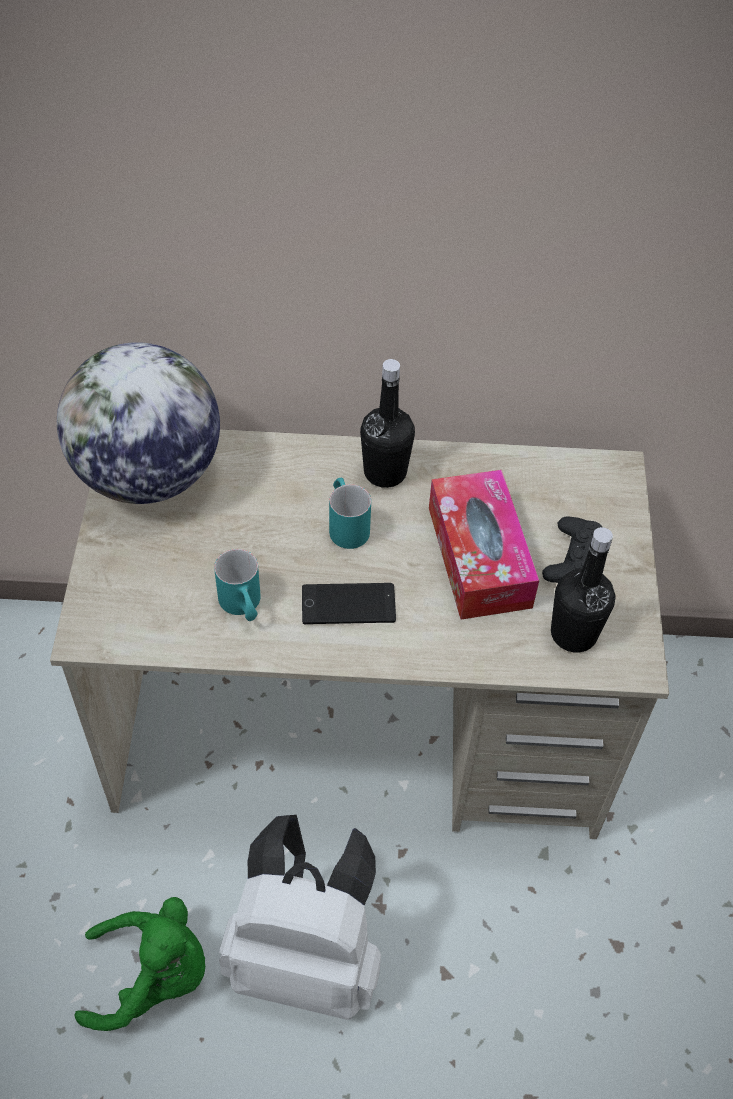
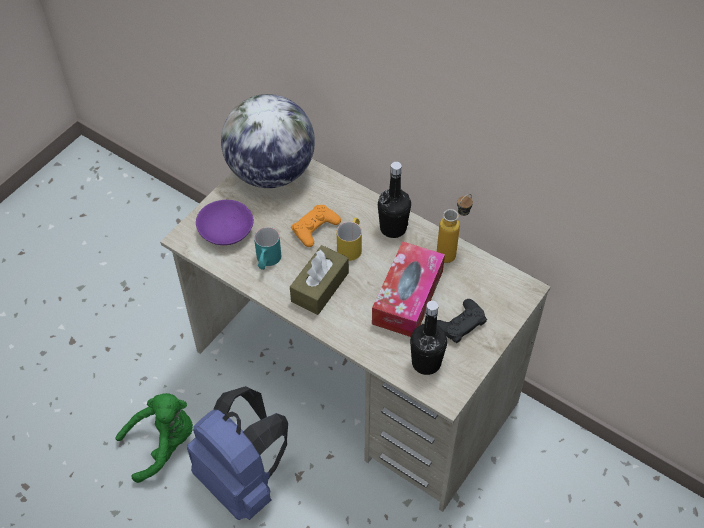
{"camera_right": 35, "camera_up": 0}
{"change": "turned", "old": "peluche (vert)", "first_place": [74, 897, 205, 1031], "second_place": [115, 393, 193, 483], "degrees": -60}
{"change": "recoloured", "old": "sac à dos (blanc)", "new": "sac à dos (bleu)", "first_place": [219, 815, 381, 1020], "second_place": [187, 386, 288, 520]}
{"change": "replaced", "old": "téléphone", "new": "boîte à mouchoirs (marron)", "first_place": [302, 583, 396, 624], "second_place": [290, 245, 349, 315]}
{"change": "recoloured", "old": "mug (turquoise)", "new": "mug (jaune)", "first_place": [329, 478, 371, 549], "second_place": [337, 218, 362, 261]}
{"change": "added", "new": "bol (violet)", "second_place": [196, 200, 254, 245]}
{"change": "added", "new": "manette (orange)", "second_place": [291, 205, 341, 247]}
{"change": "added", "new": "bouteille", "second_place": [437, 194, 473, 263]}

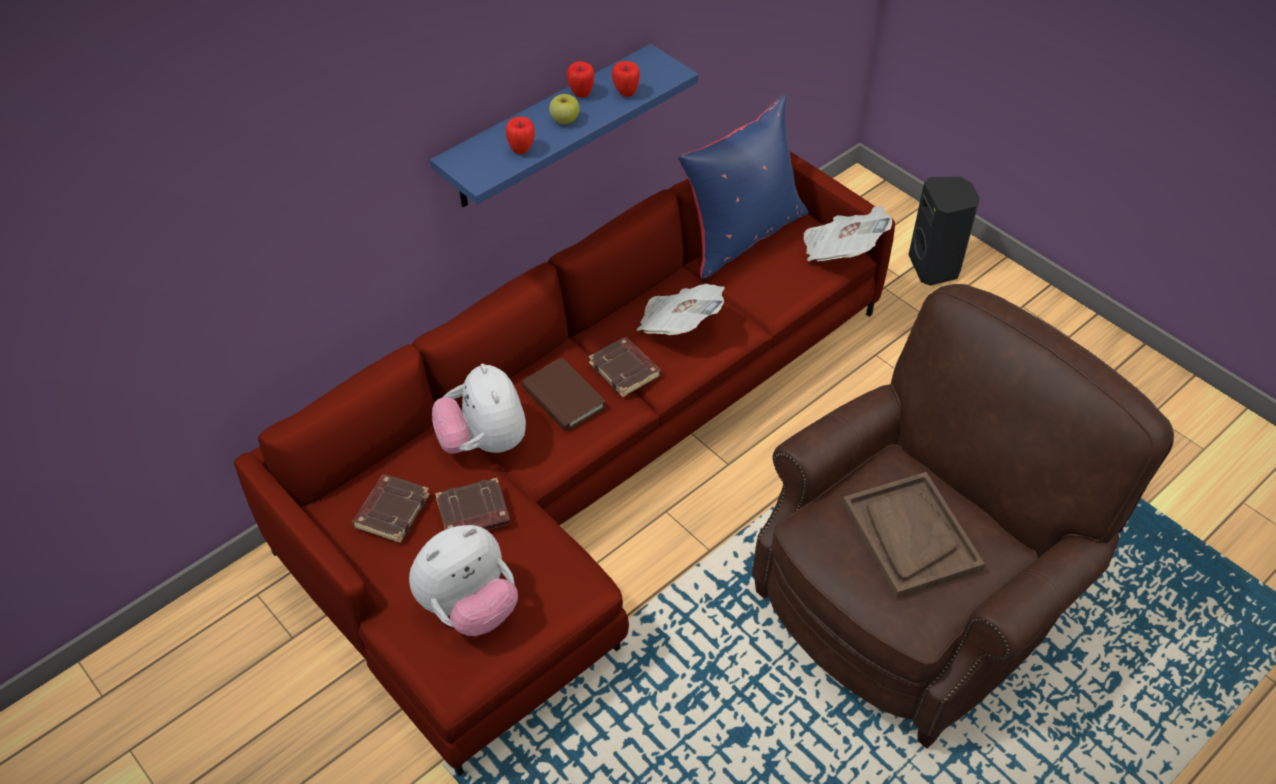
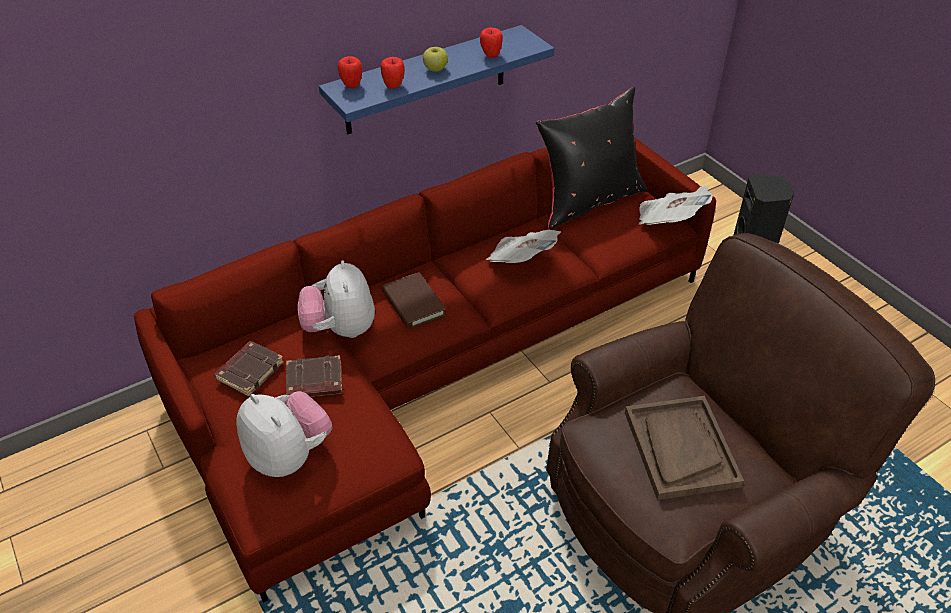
{"camera_right": 10, "camera_up": -5}
{"change": "turned", "old": "peluche", "first_place": [409, 525, 518, 636], "second_place": [236, 391, 333, 477], "degrees": -105}
{"change": "moved", "old": "pomme", "first_place": [567, 61, 594, 98], "second_place": [338, 56, 362, 88]}
{"change": "removed", "old": "livre (marron)", "first_place": [588, 337, 661, 397]}
{"change": "recoloured", "old": "coussin (bleu)", "new": "coussin (noir)", "first_place": [677, 95, 808, 279], "second_place": [536, 87, 647, 229]}

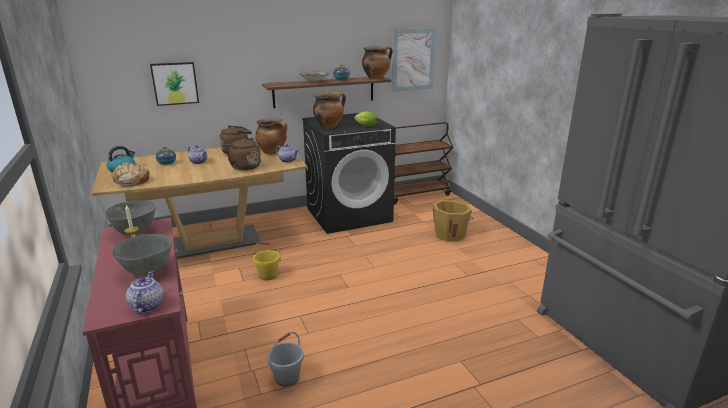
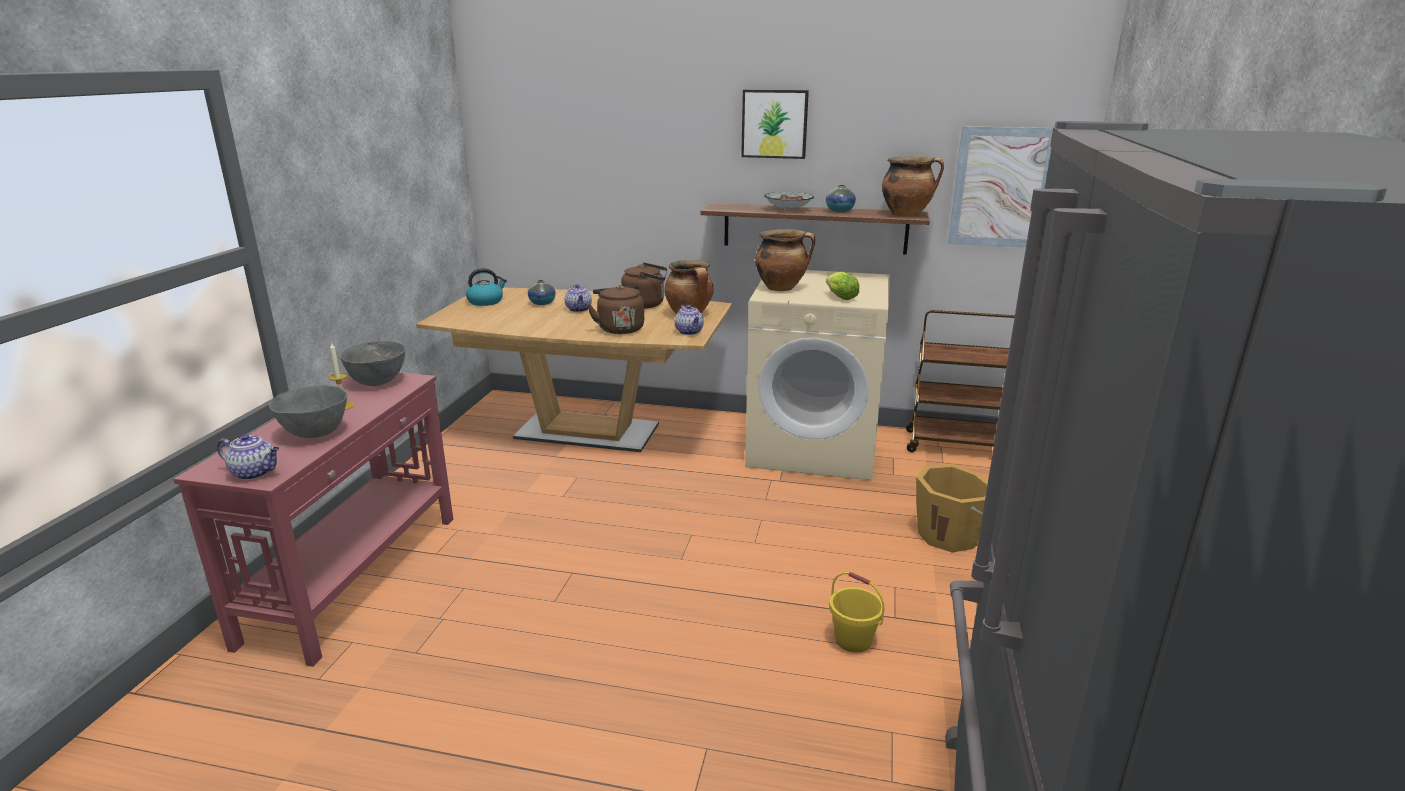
{"camera_right": 35, "camera_up": 0}
{"change": "removed", "old": "pain", "first_place": [112, 163, 150, 187]}
{"change": "turned", "old": "théière", "first_place": [126, 271, 164, 314], "second_place": [217, 434, 279, 480], "degrees": 75}
{"change": "moved", "old": "tableau", "first_place": [150, 62, 199, 106], "second_place": [741, 90, 809, 159]}
{"change": "moved", "old": "seau (jaune)", "first_place": [252, 242, 281, 280], "second_place": [829, 572, 885, 652]}
{"change": "removed", "old": "seau (gris)", "first_place": [267, 332, 304, 387]}
{"change": "recoloured", "old": "lave-linge (noir)", "new": "lave-linge (beige)", "first_place": [302, 113, 396, 234], "second_place": [745, 270, 890, 480]}

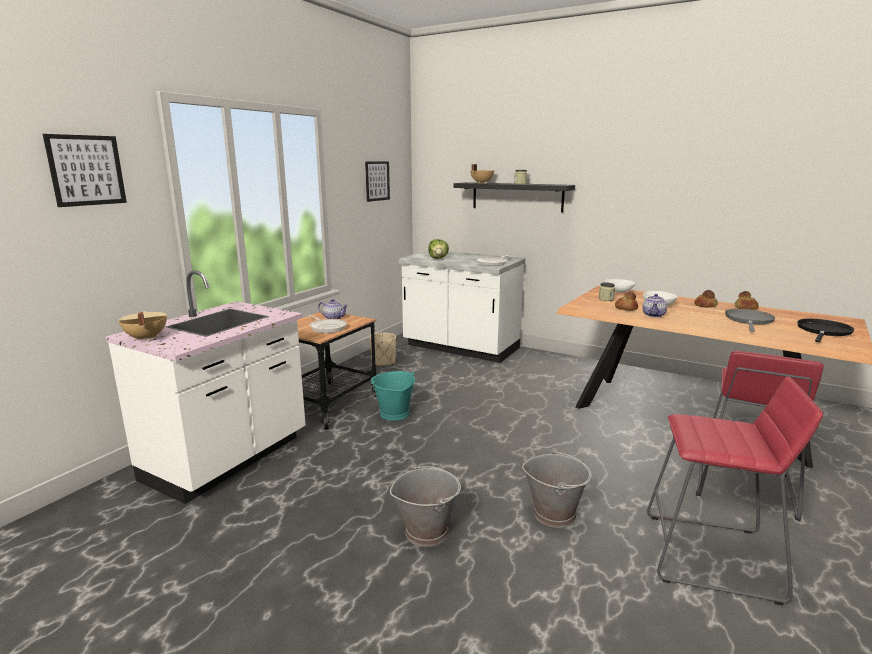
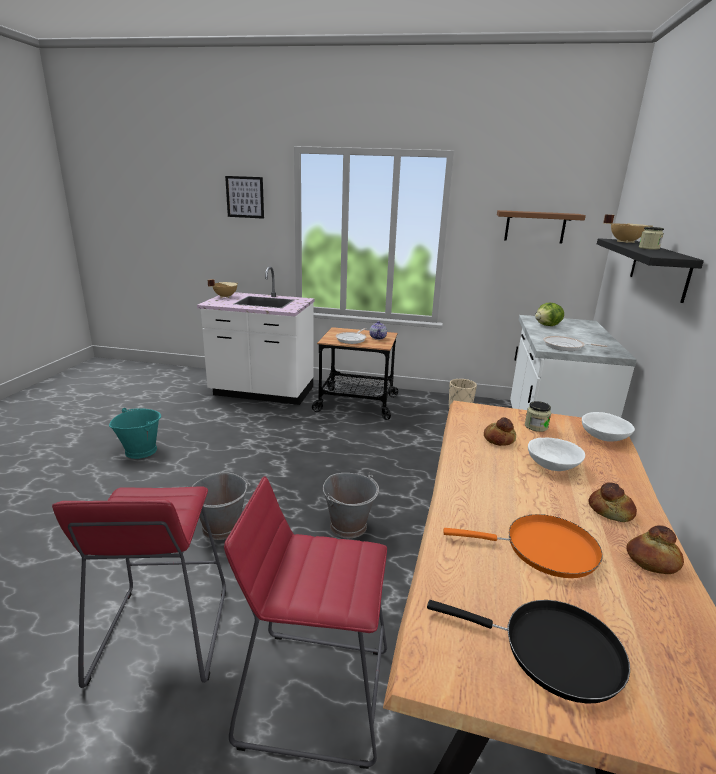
{"camera_right": 70, "camera_up": 5}
{"change": "replaced", "old": "tableau", "new": "étagère (marron)", "first_place": [365, 161, 390, 202], "second_place": [497, 210, 586, 244]}
{"change": "moved", "old": "seau (turquoise)", "first_place": [371, 371, 415, 420], "second_place": [109, 408, 161, 459]}
{"change": "moved", "old": "seau (gris)", "first_place": [390, 463, 461, 547], "second_place": [323, 473, 379, 538]}
{"change": "removed", "old": "théière", "first_place": [642, 294, 667, 317]}
{"change": "recoloured", "old": "poêle (gris)", "new": "poêle (orange)", "first_place": [725, 309, 775, 332], "second_place": [443, 514, 603, 578]}

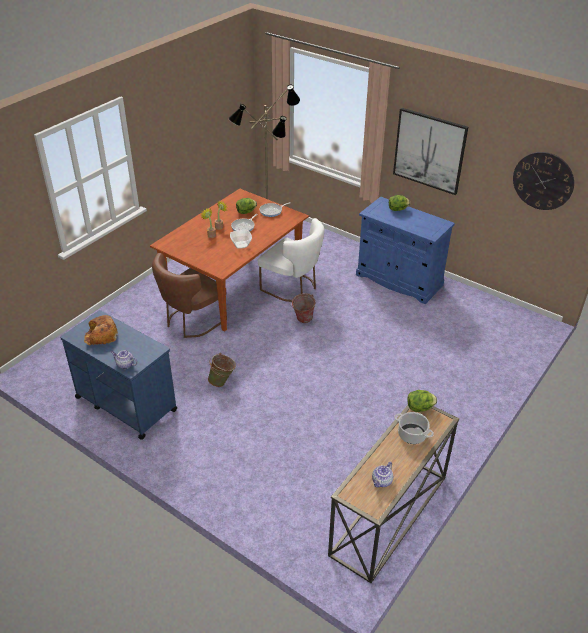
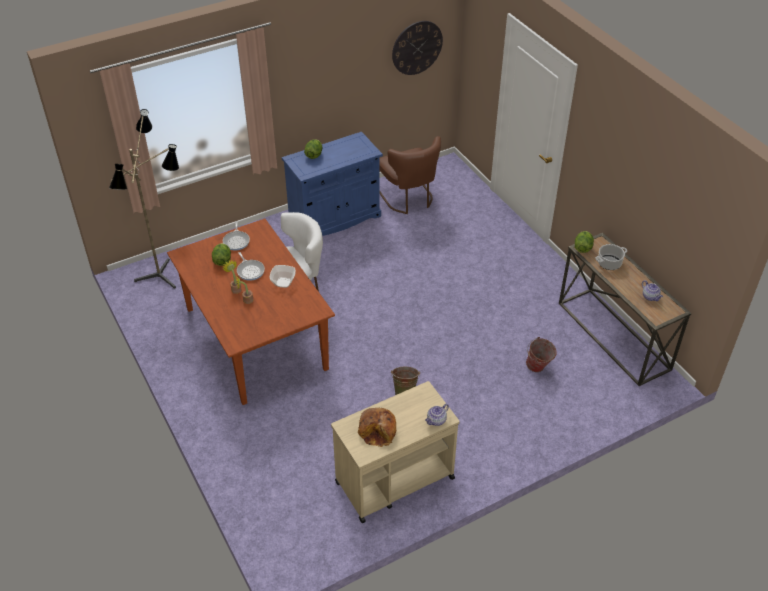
{"camera_right": -65, "camera_up": 5}
{"change": "recoloured", "old": "chariot (bleu)", "new": "chariot (beige)", "first_place": [60, 310, 177, 440], "second_place": [331, 381, 459, 523]}
{"change": "moved", "old": "chaise (marron)", "first_place": [152, 253, 227, 338], "second_place": [379, 136, 441, 214]}
{"change": "moved", "old": "seau", "first_place": [291, 293, 315, 323], "second_place": [526, 337, 556, 372]}
{"change": "removed", "old": "tableau", "first_place": [393, 108, 468, 195]}

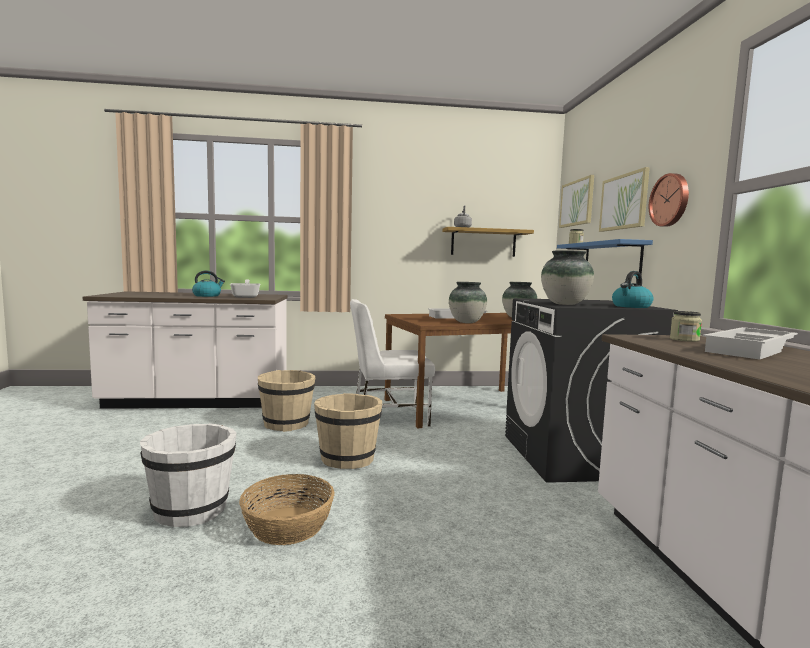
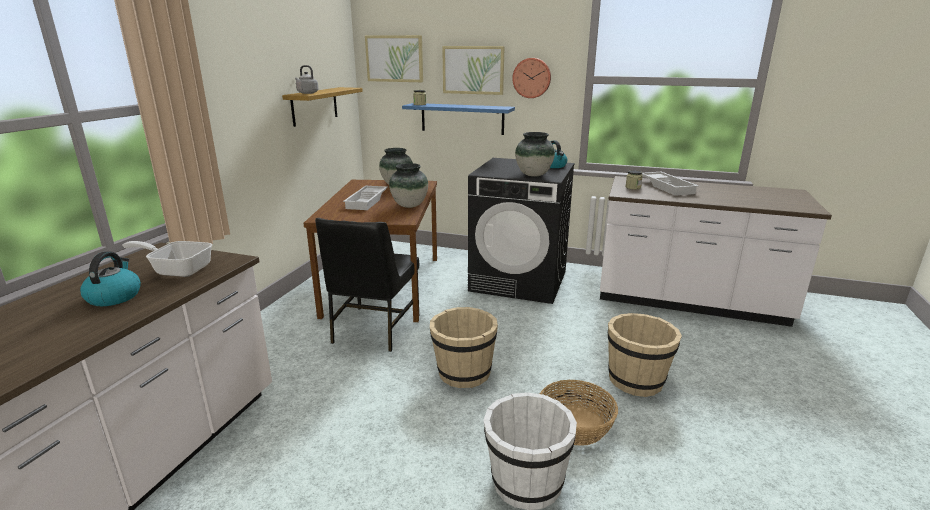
{"camera_right": -65, "camera_up": 15}
{"change": "moved", "old": "seau (beige)", "first_place": [258, 370, 316, 432], "second_place": [607, 313, 682, 397]}
{"change": "recoloured", "old": "chaise (blanc)", "new": "chaise (noir)", "first_place": [350, 299, 435, 427], "second_place": [315, 218, 419, 352]}

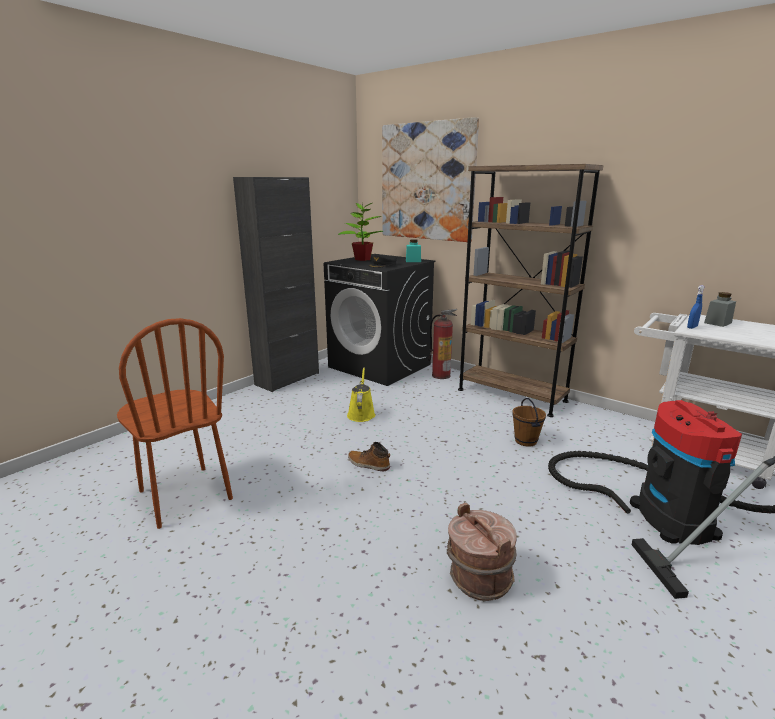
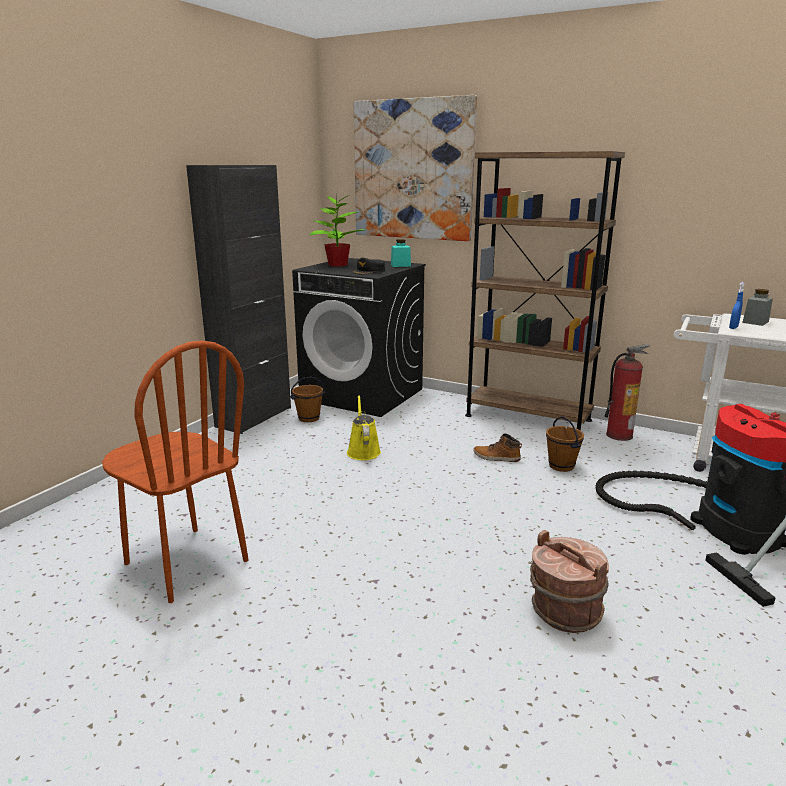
{"camera_right": -10, "camera_up": 0}
{"change": "moved", "old": "botte", "first_place": [348, 442, 390, 471], "second_place": [473, 434, 522, 462]}
{"change": "moved", "old": "extincteur", "first_place": [428, 309, 457, 379], "second_place": [604, 344, 650, 441]}
{"change": "added", "new": "seau (marron)", "second_place": [290, 377, 325, 422]}

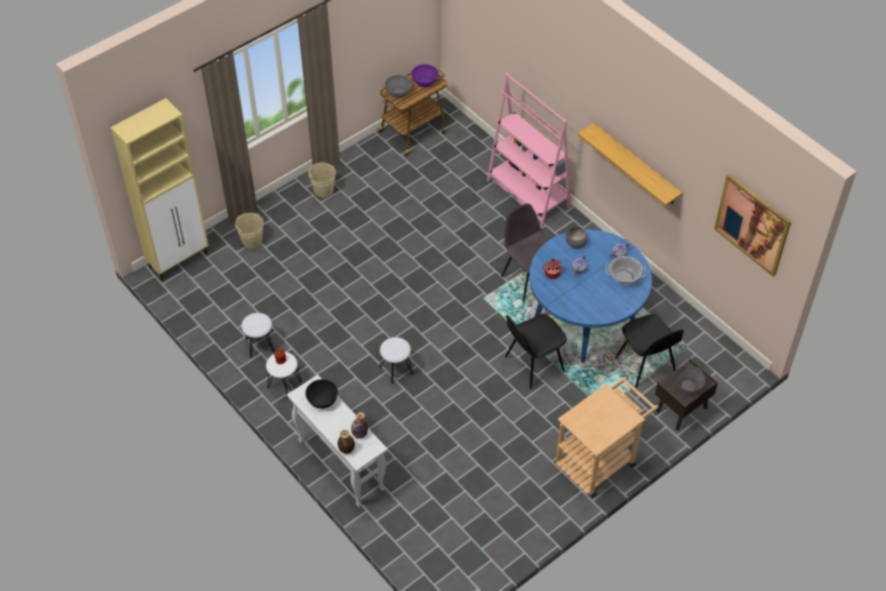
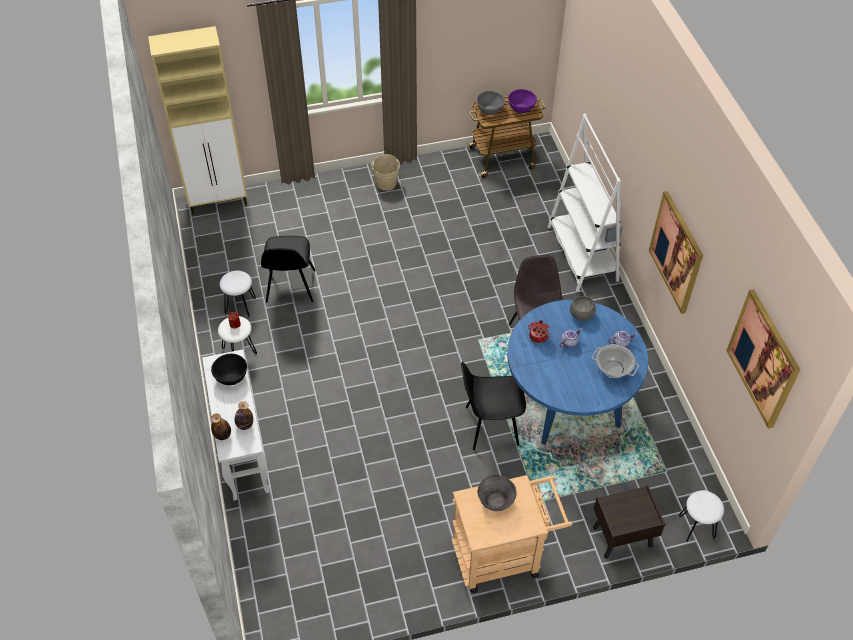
{"camera_right": 25, "camera_up": 0}
{"change": "removed", "old": "seau (beige)", "first_place": [235, 213, 264, 248]}
{"change": "moved", "old": "tabouret (blanc)", "first_place": [379, 337, 413, 384], "second_place": [679, 490, 724, 542]}
{"change": "recoloured", "old": "bibliothèque (rose)", "new": "bibliothèque (blanc)", "first_place": [487, 72, 571, 228], "second_place": [548, 113, 623, 292]}
{"change": "replaced", "old": "étagère", "new": "tableau", "first_place": [577, 123, 682, 206], "second_place": [649, 191, 703, 314]}
{"change": "moved", "old": "chaise (noir)", "first_place": [615, 314, 684, 388], "second_place": [261, 236, 316, 302]}
{"change": "moved", "old": "bol (gris)", "first_place": [675, 365, 706, 394], "second_place": [478, 475, 517, 511]}

